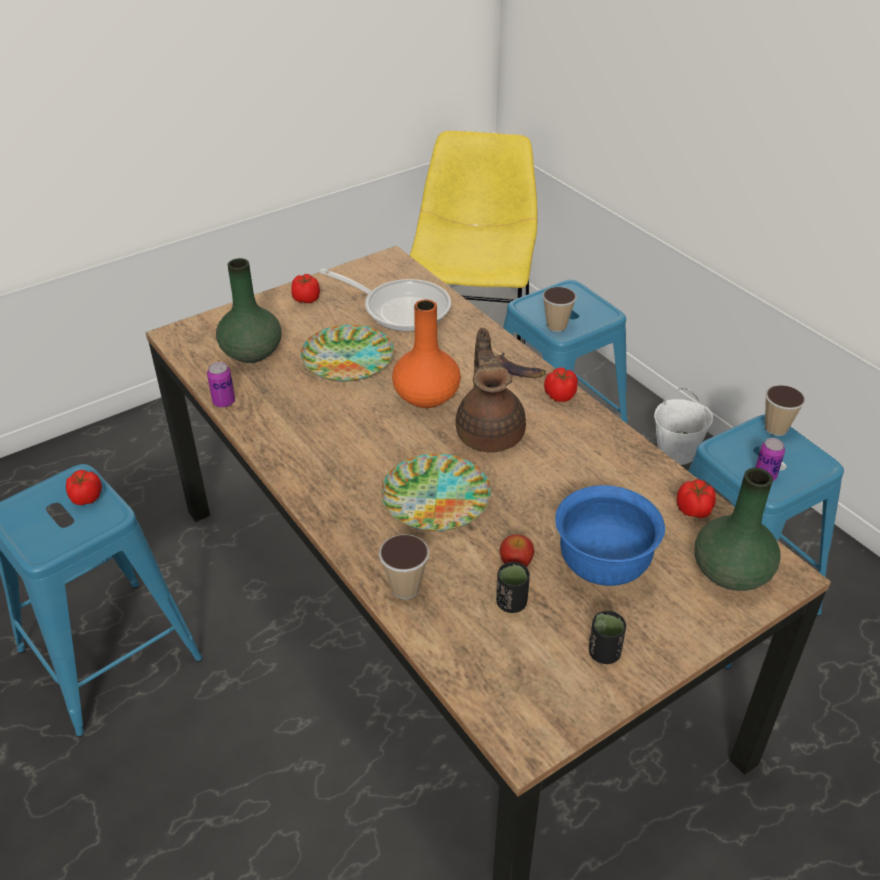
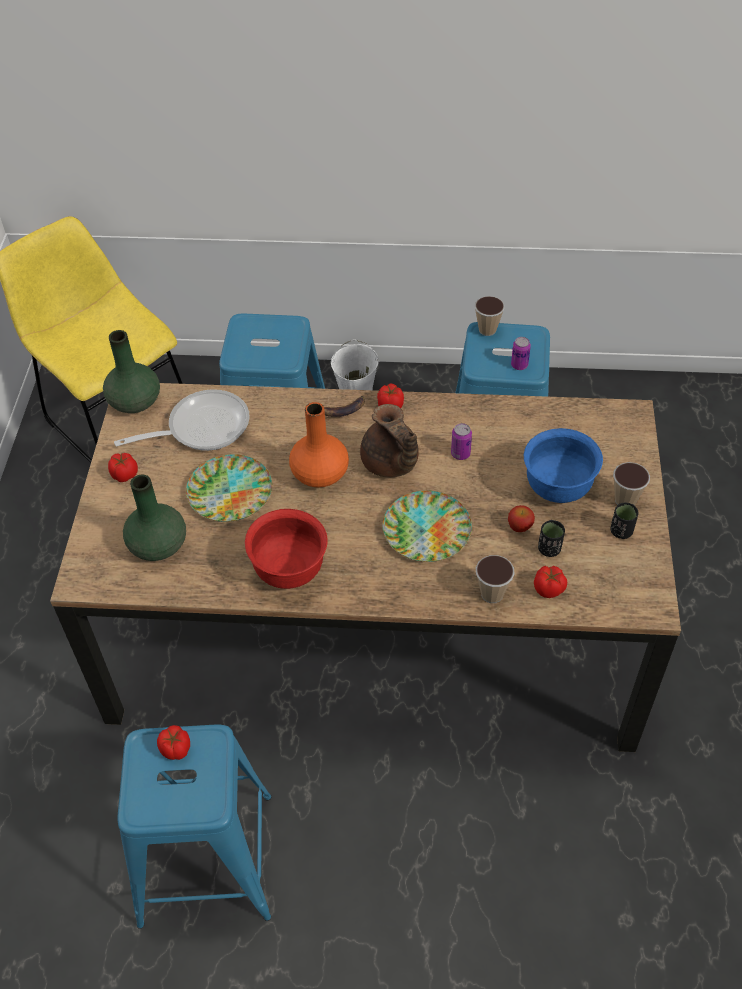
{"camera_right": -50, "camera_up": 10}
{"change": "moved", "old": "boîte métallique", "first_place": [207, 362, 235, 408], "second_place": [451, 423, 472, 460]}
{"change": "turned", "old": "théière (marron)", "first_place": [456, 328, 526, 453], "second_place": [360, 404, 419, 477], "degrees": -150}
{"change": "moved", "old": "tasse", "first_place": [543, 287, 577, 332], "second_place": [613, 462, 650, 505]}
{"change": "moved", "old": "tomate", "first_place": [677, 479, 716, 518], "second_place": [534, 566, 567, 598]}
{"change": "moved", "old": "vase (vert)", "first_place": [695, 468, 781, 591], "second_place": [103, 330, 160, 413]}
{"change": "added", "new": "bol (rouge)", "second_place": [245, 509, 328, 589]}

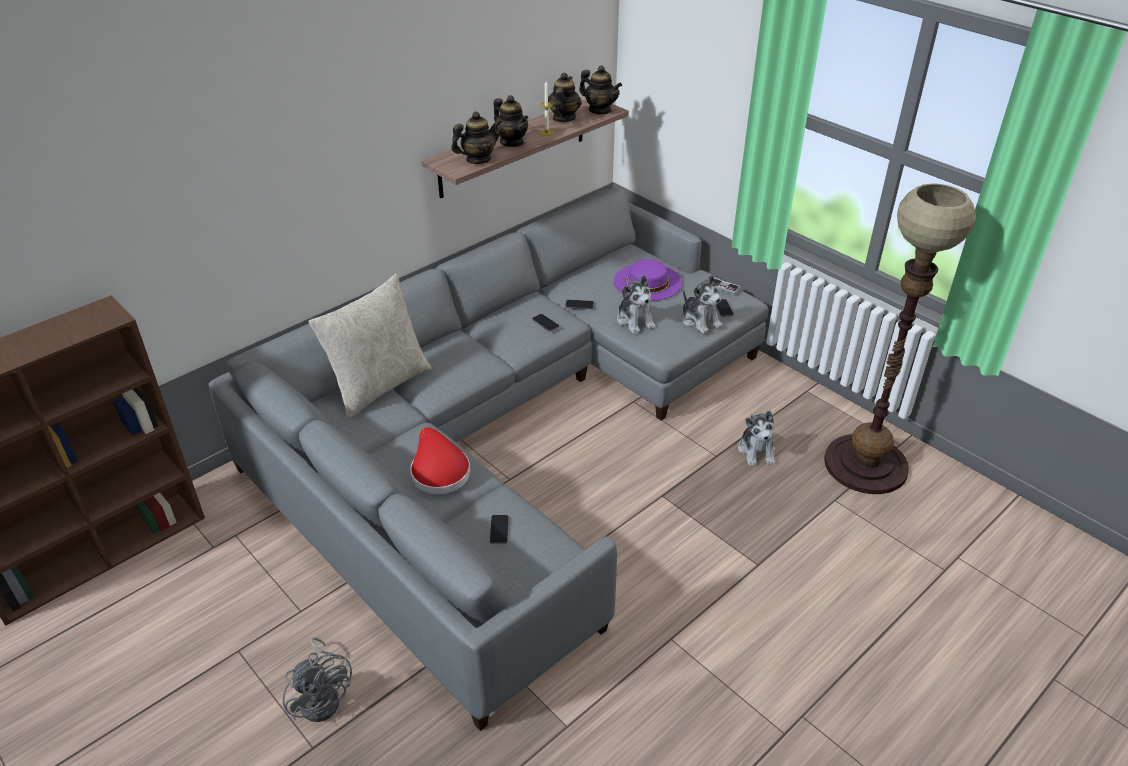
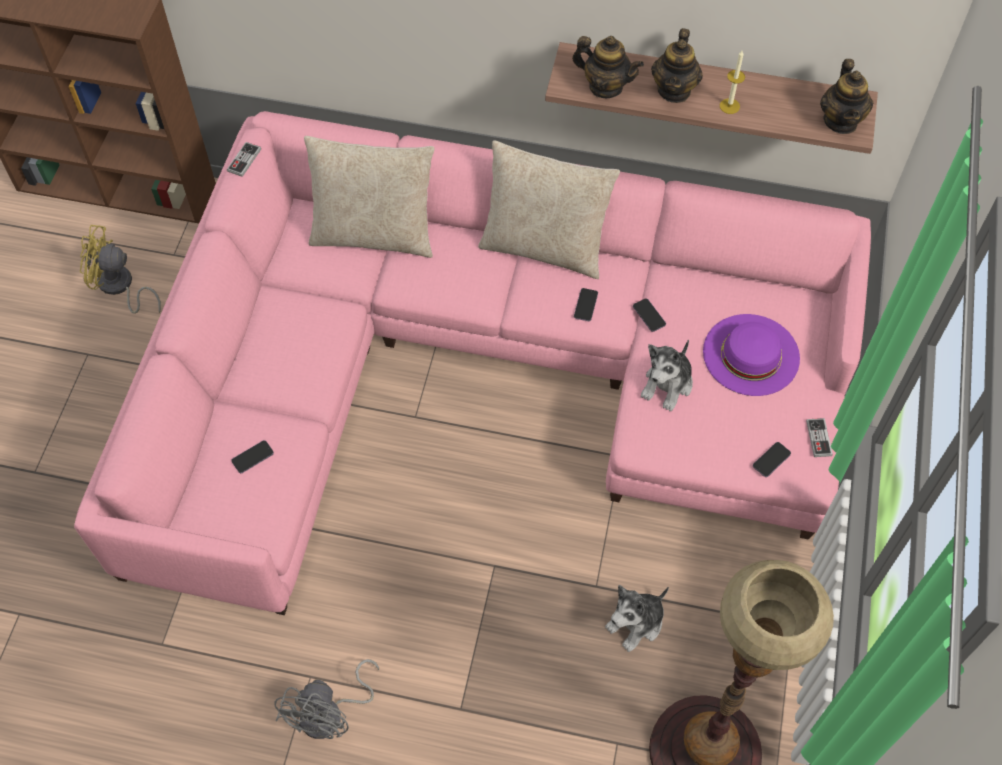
{"camera_right": 55, "camera_up": 20}
{"change": "recoloured", "old": "canapé (gris)", "new": "canapé (rose)", "first_place": [209, 187, 769, 731], "second_place": [74, 111, 871, 615]}
{"change": "moved", "old": "ventilateur (gris)", "first_place": [282, 637, 352, 722], "second_place": [274, 659, 379, 739]}
{"change": "removed", "old": "chapeau (rouge)", "first_place": [410, 427, 470, 494]}
{"change": "removed", "old": "théière", "first_place": [548, 72, 582, 122]}
{"change": "removed", "old": "peluche", "first_place": [682, 275, 722, 334]}
{"change": "added", "new": "ventilateur (jaune)", "second_place": [80, 225, 161, 314]}
{"change": "added", "new": "manette", "second_place": [227, 142, 261, 177]}
{"change": "added", "new": "coussin (beige)", "second_place": [478, 140, 620, 279]}

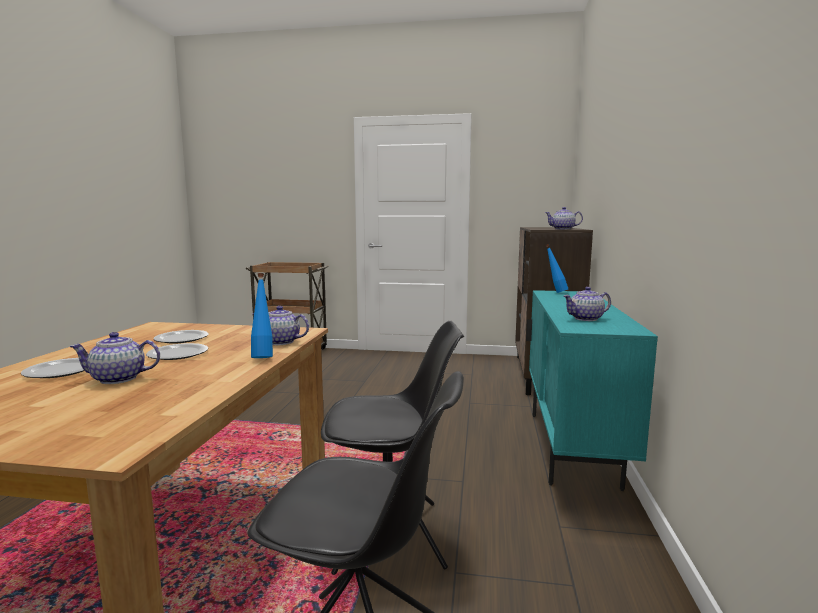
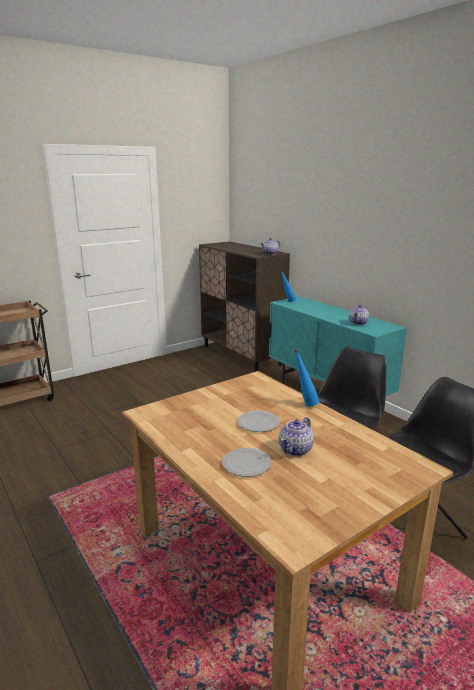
{"camera_right": -45, "camera_up": 10}
{"change": "removed", "old": "assiette", "first_place": [154, 330, 209, 344]}
{"change": "removed", "old": "théière", "first_place": [252, 306, 309, 345]}

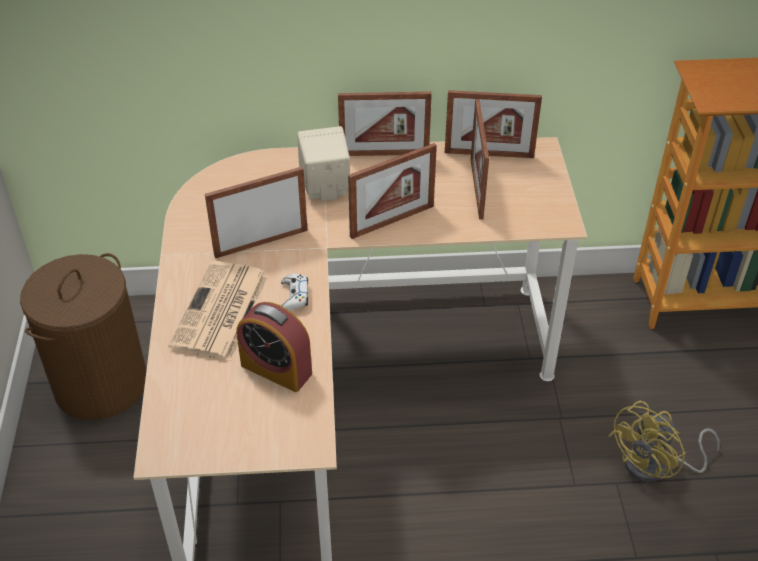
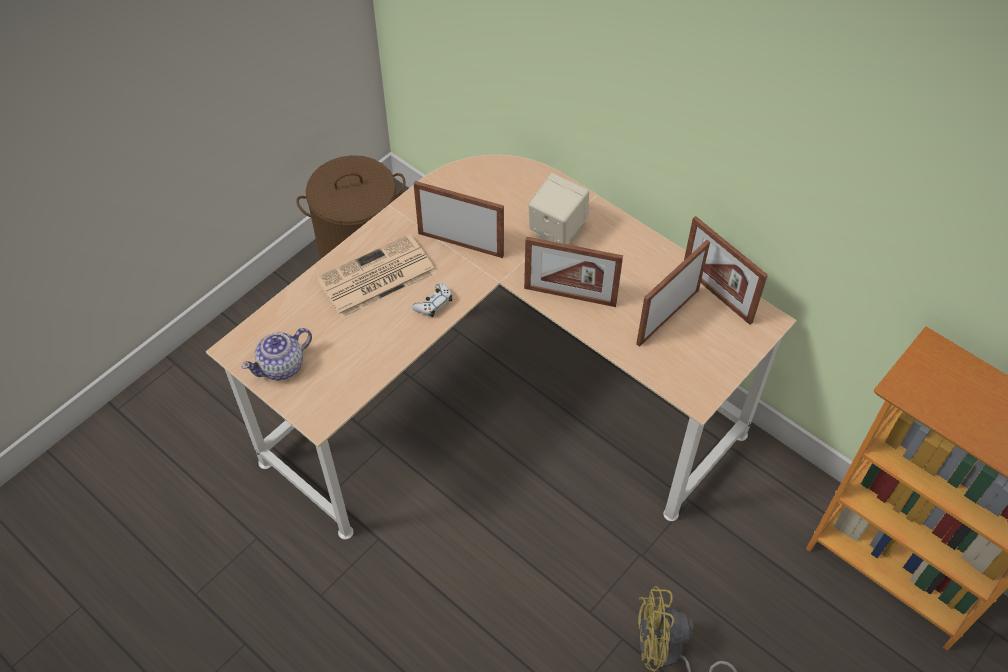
{"camera_right": 45, "camera_up": 10}
{"change": "removed", "old": "réveil", "first_place": [237, 302, 312, 392]}
{"change": "removed", "old": "cadre photo", "first_place": [338, 92, 432, 156]}
{"change": "added", "new": "théière", "second_place": [241, 328, 312, 381]}

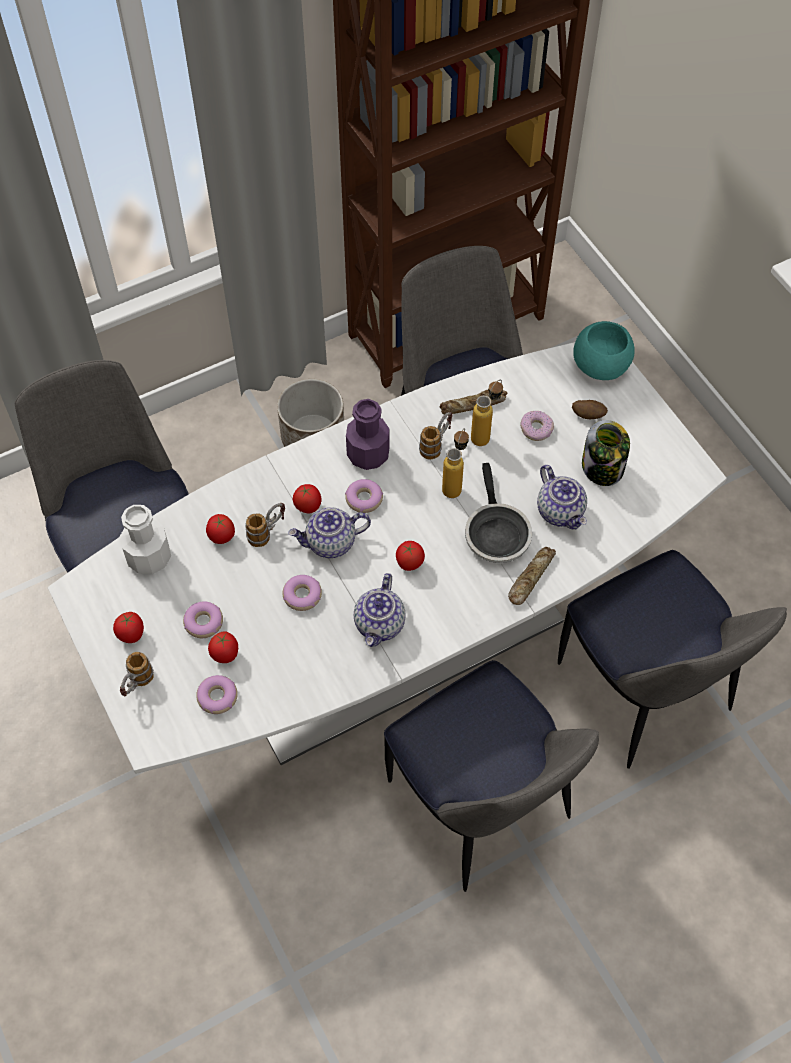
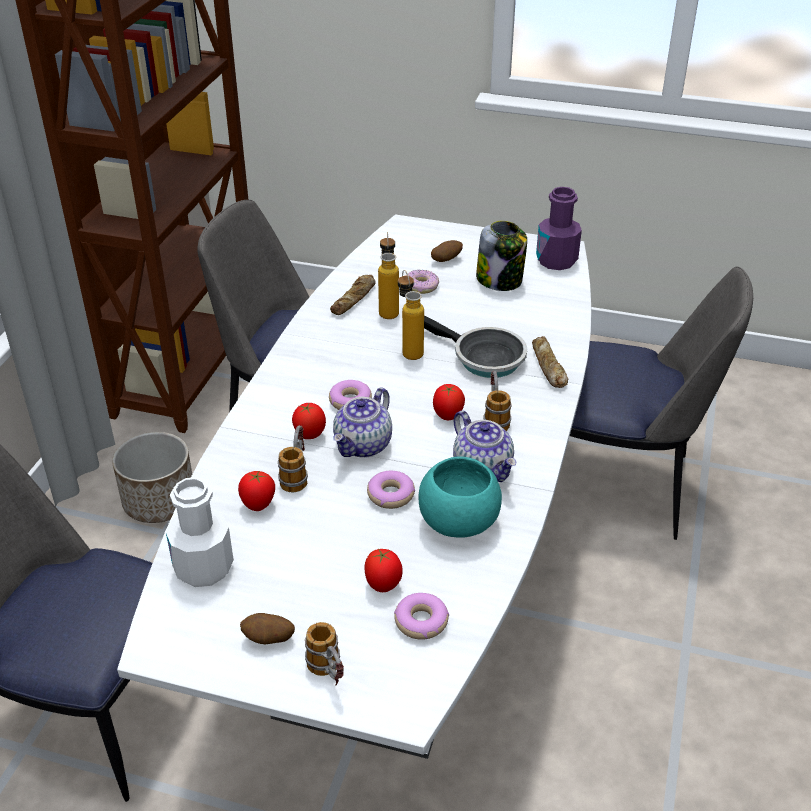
{"camera_right": -45, "camera_up": -20}
{"change": "replaced", "old": "tomate", "new": "pomme de terre", "first_place": [113, 612, 144, 643], "second_place": [240, 613, 295, 644]}
{"change": "removed", "old": "beignet", "first_place": [183, 601, 223, 638]}
{"change": "moved", "old": "bouteille (violet)", "first_place": [346, 399, 390, 470], "second_place": [536, 187, 582, 270]}
{"change": "removed", "old": "chaise", "first_place": [384, 660, 599, 892]}
{"change": "moved", "old": "mug", "first_place": [419, 412, 452, 460], "second_place": [483, 371, 512, 431]}
{"change": "removed", "old": "théière", "first_place": [537, 465, 587, 530]}
{"change": "moved", "old": "bol (turquoise)", "first_place": [573, 321, 635, 380], "second_place": [418, 457, 502, 538]}

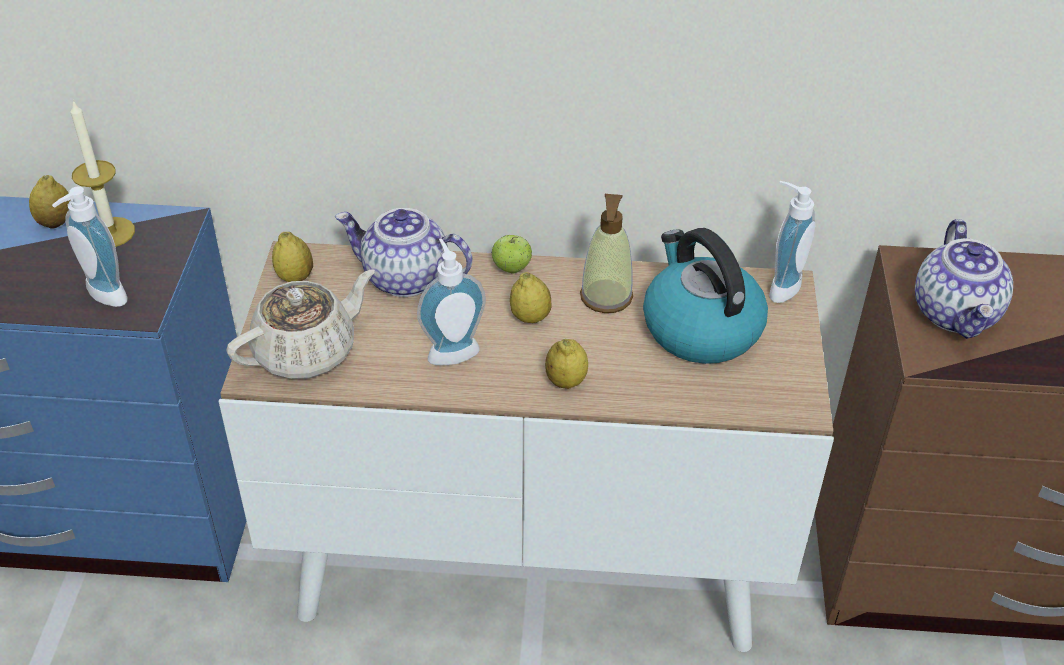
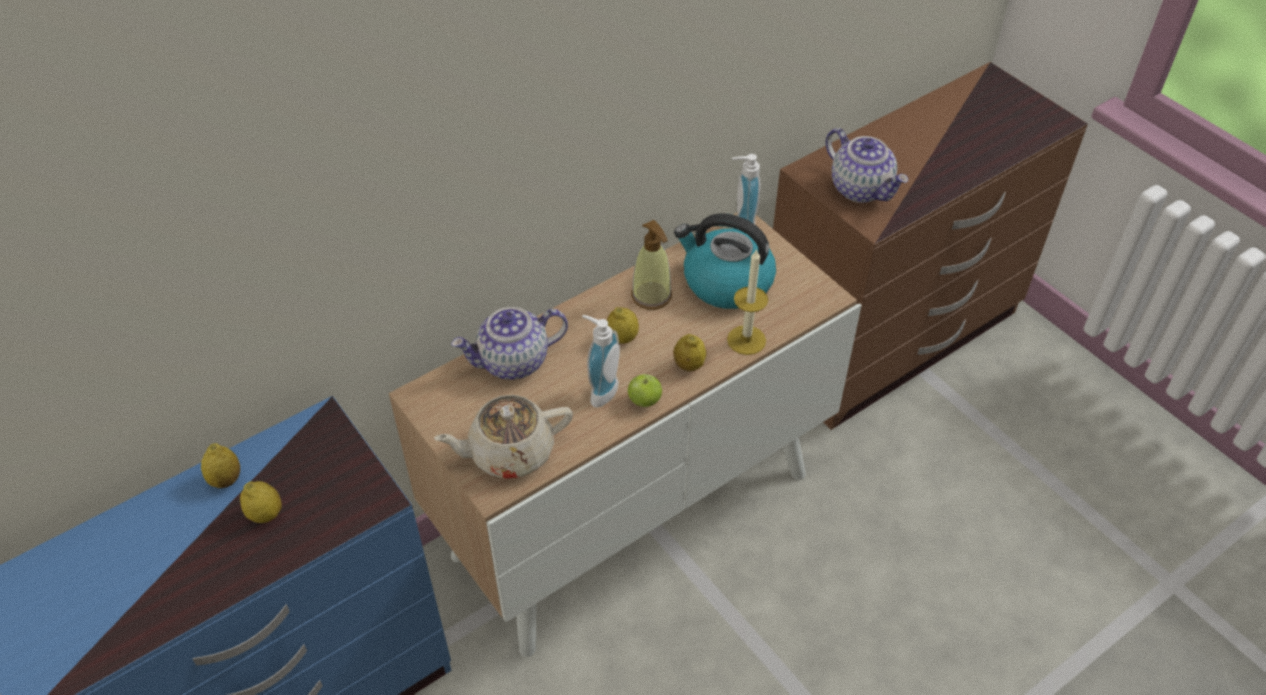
{"camera_right": -40, "camera_up": 5}
{"change": "removed", "old": "distributeur de savon", "first_place": [52, 186, 128, 307]}
{"change": "moved", "old": "bougie", "first_place": [71, 100, 135, 247], "second_place": [727, 248, 768, 355]}
{"change": "turned", "old": "théière (beige)", "first_place": [226, 269, 375, 379], "second_place": [434, 395, 573, 479], "degrees": -120}
{"change": "moved", "old": "citron", "first_place": [272, 232, 313, 282], "second_place": [240, 481, 282, 523]}
{"change": "moved", "old": "pomme", "first_place": [491, 235, 532, 273], "second_place": [628, 374, 662, 407]}

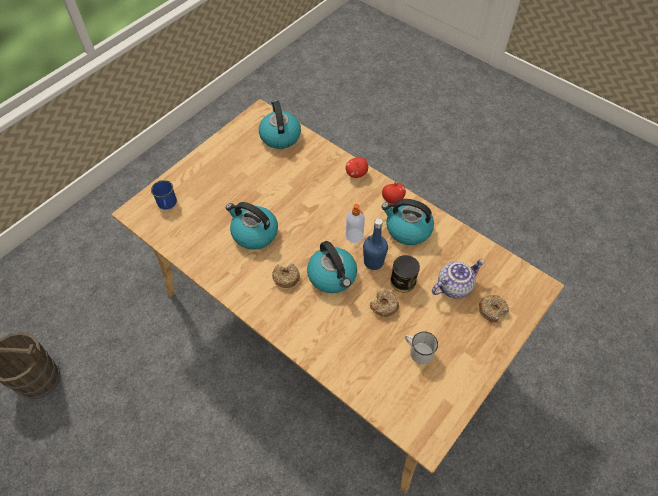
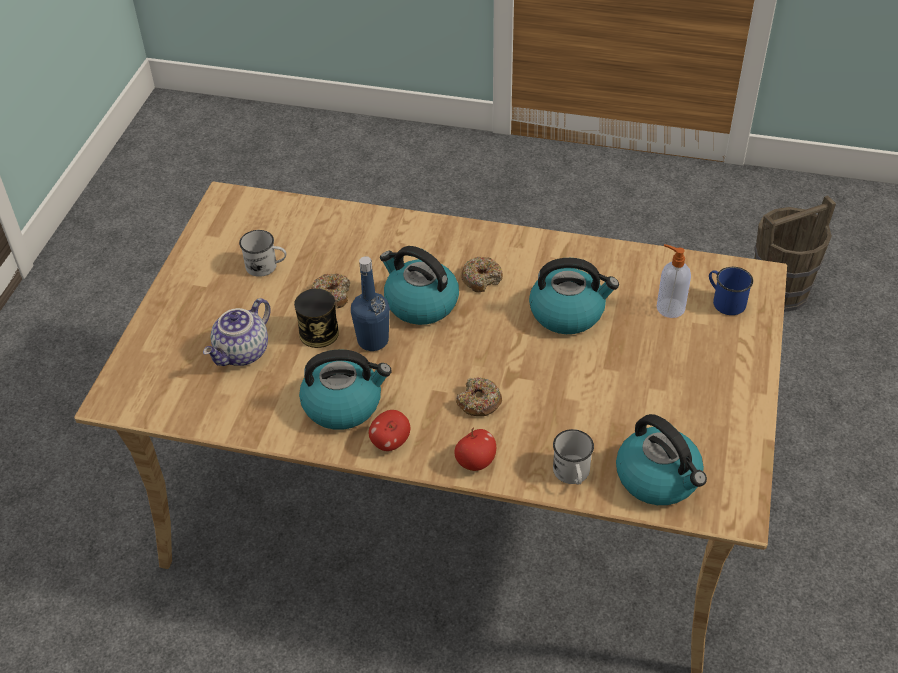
{"camera_right": 155, "camera_up": -10}
{"change": "moved", "old": "distributeur de savon", "first_place": [346, 204, 365, 243], "second_place": [657, 244, 691, 318]}
{"change": "moved", "old": "beignet", "first_place": [479, 295, 509, 323], "second_place": [456, 378, 502, 416]}
{"change": "added", "new": "mug (blanc)", "second_place": [553, 429, 594, 485]}

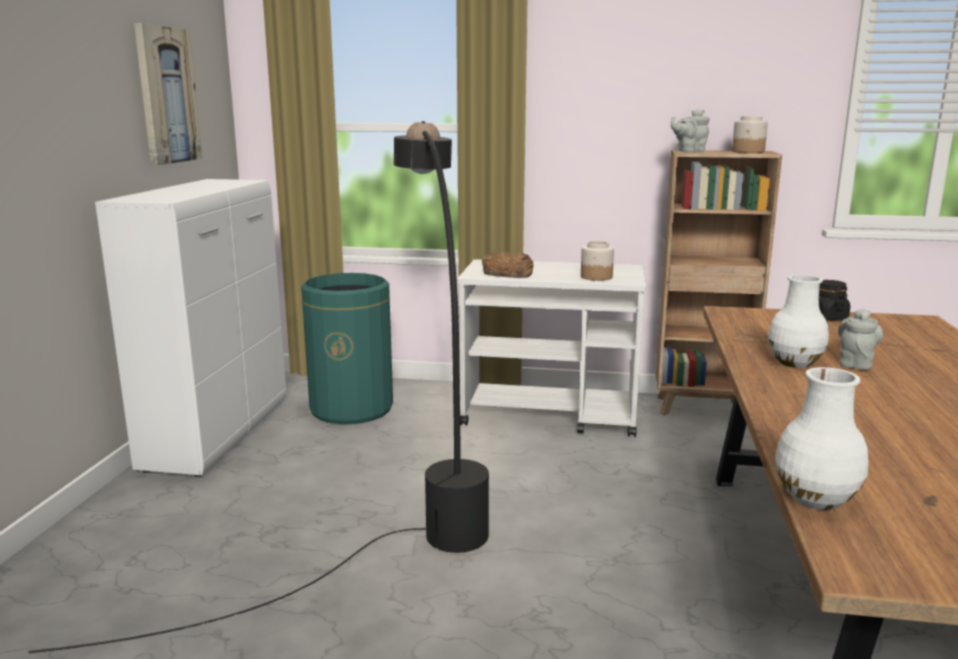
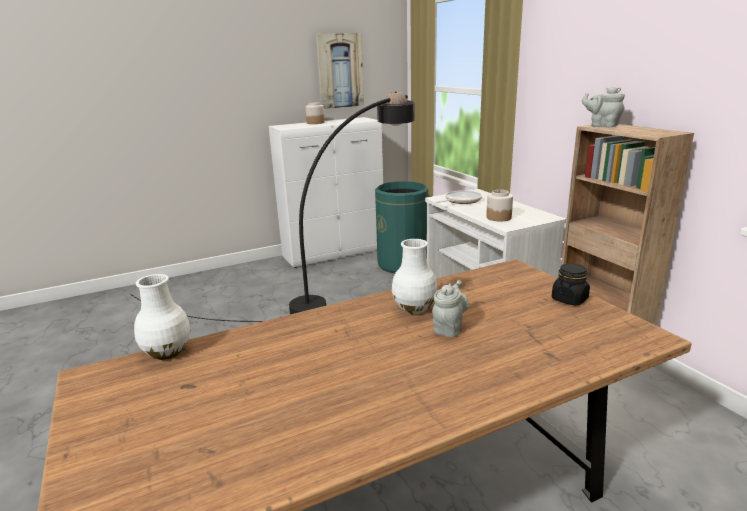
{"camera_right": 55, "camera_up": 5}
{"change": "replaced", "old": "pain", "new": "poêle", "first_place": [482, 252, 534, 278], "second_place": [436, 190, 482, 204]}
{"change": "moved", "old": "bocal", "first_place": [732, 116, 768, 153], "second_place": [305, 102, 325, 124]}
{"change": "turned", "old": "théière (gris)", "first_place": [838, 309, 883, 370], "second_place": [432, 280, 469, 337], "degrees": -60}

